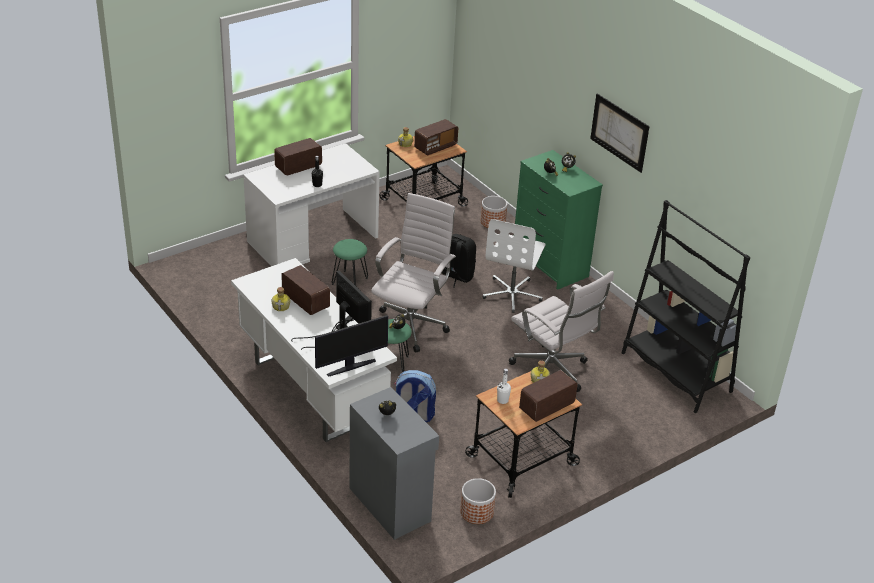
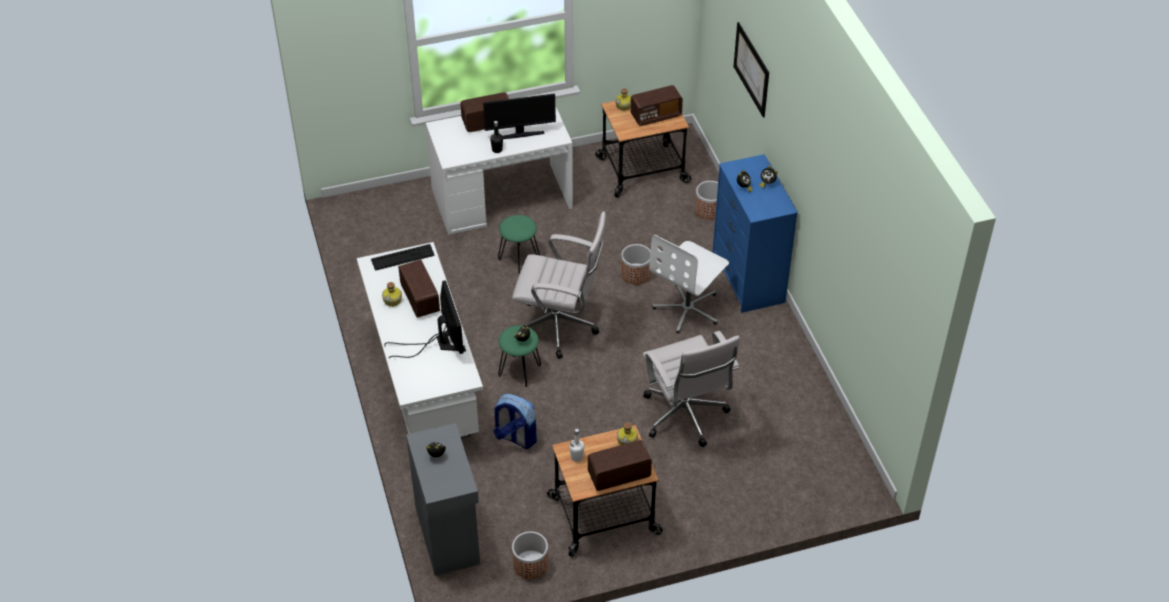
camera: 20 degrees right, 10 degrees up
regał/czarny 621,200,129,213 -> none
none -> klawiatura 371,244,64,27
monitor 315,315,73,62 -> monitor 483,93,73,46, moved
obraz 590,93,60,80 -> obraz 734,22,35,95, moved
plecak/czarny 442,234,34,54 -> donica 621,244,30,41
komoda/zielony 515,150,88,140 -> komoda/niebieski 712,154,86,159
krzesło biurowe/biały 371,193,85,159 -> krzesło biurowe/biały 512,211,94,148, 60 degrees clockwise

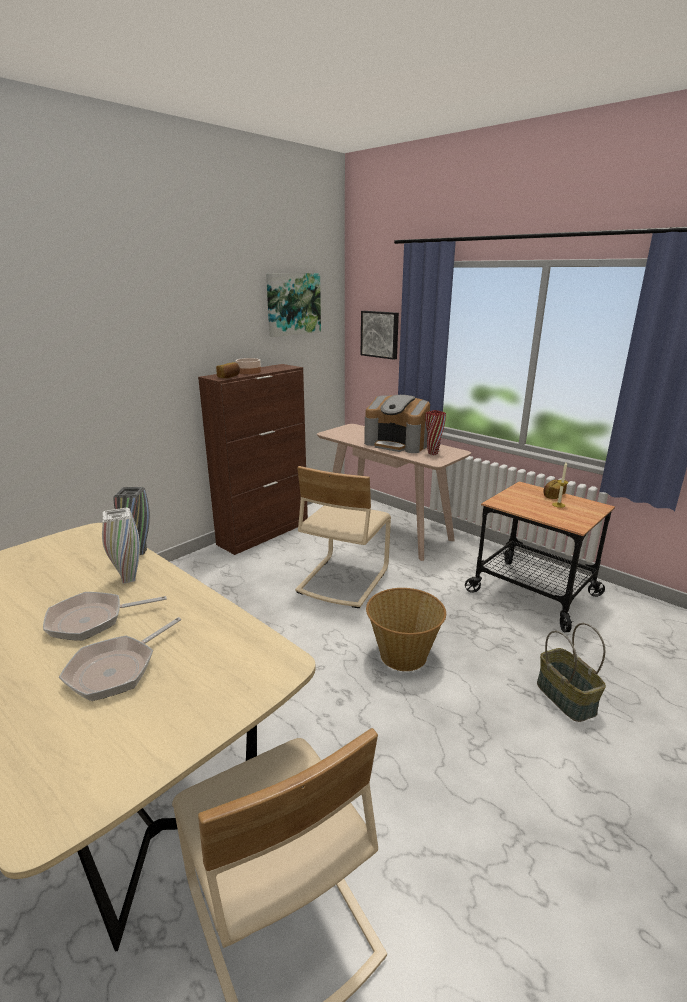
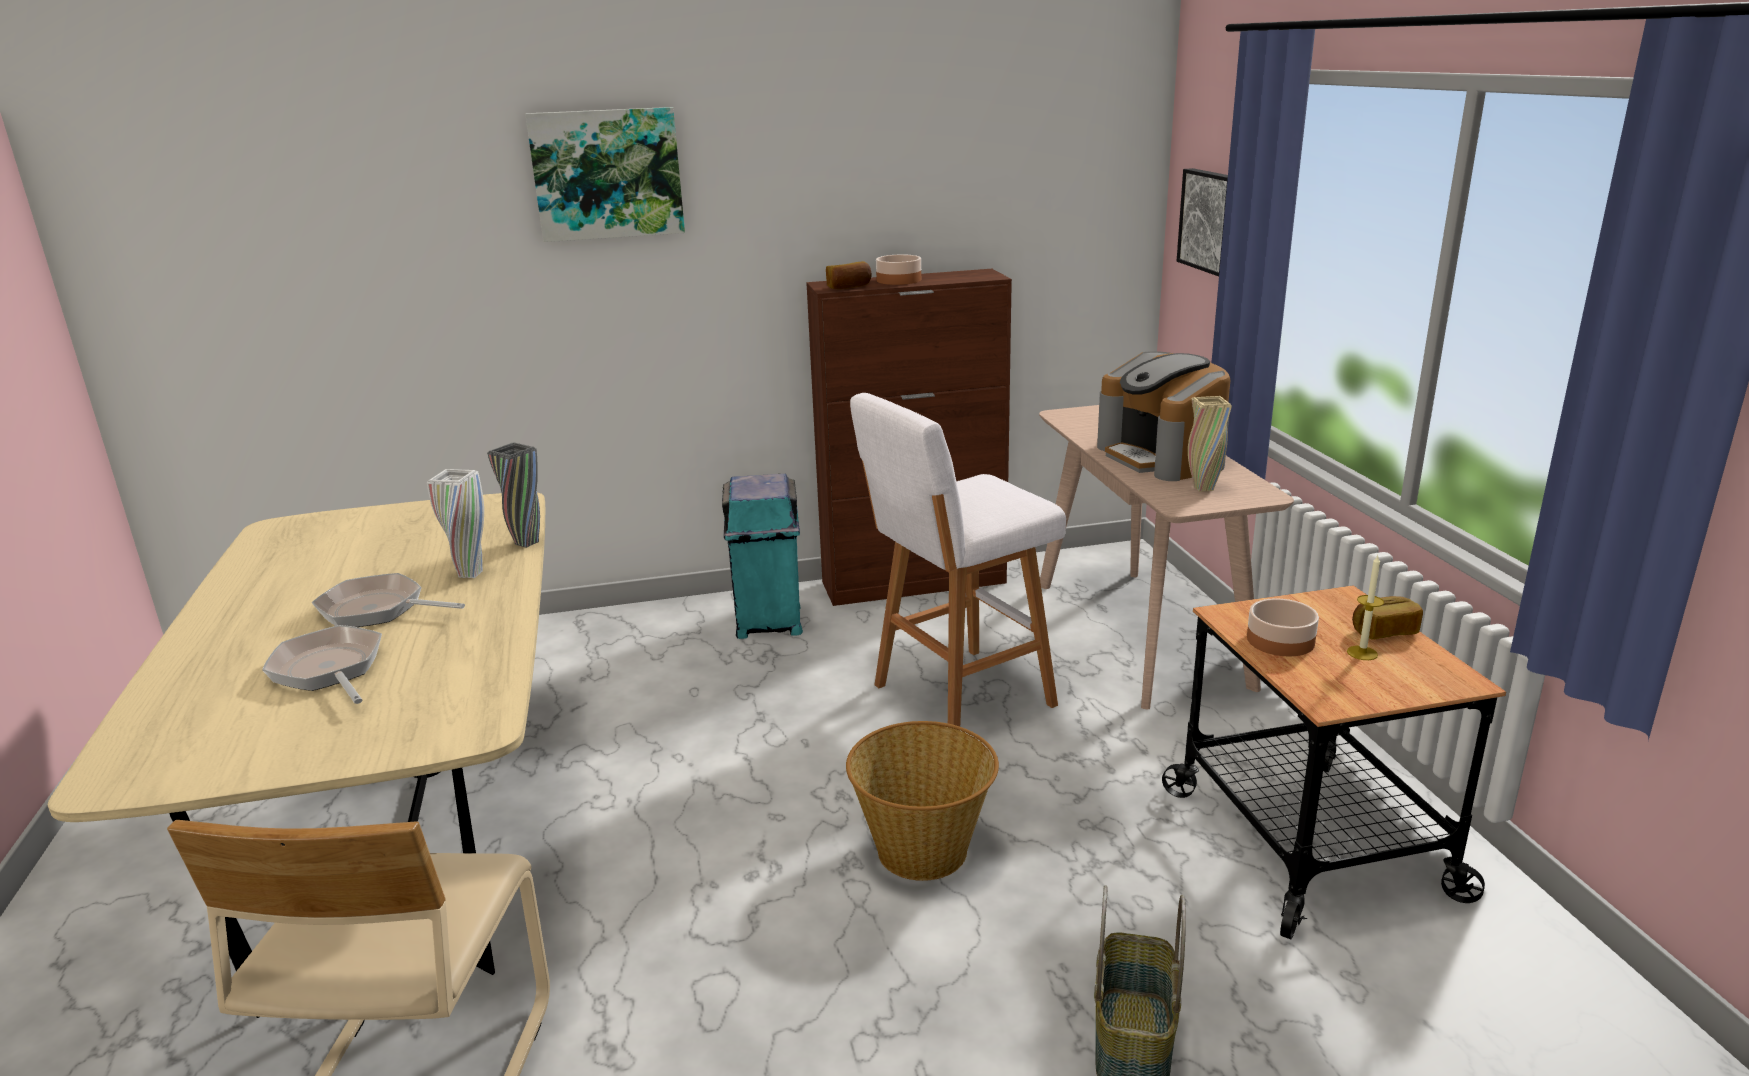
camera: 35 degrees right, 0 degrees up
none -> kosz na śmieci/turkusowy 722,474,81,165
none -> miska 1247,598,72,59
obraz 266,273,55,64 -> obraz 525,107,160,135, moved
krzesło/beżowy 295,466,96,142 -> stołek/biały 850,393,216,338
wazon/czerwony 425,410,21,45 -> wazon/beżowy 1188,396,44,96
patelnia 59,617,122,84 -> patelnia 262,625,120,79, 75 degrees clockwise

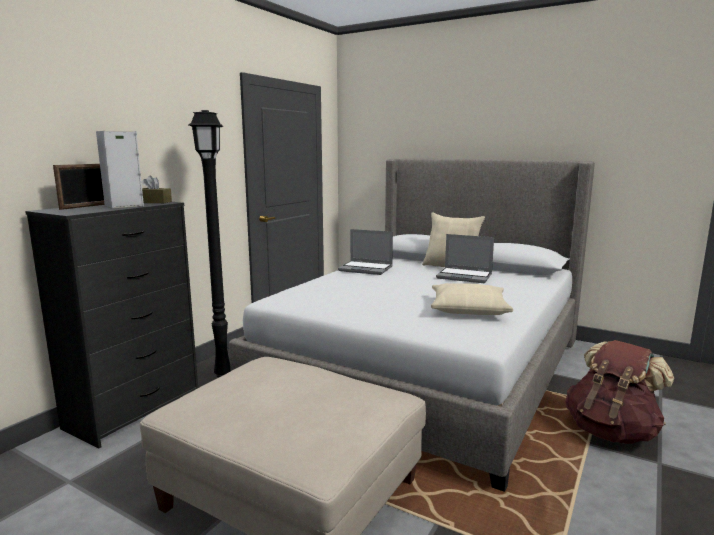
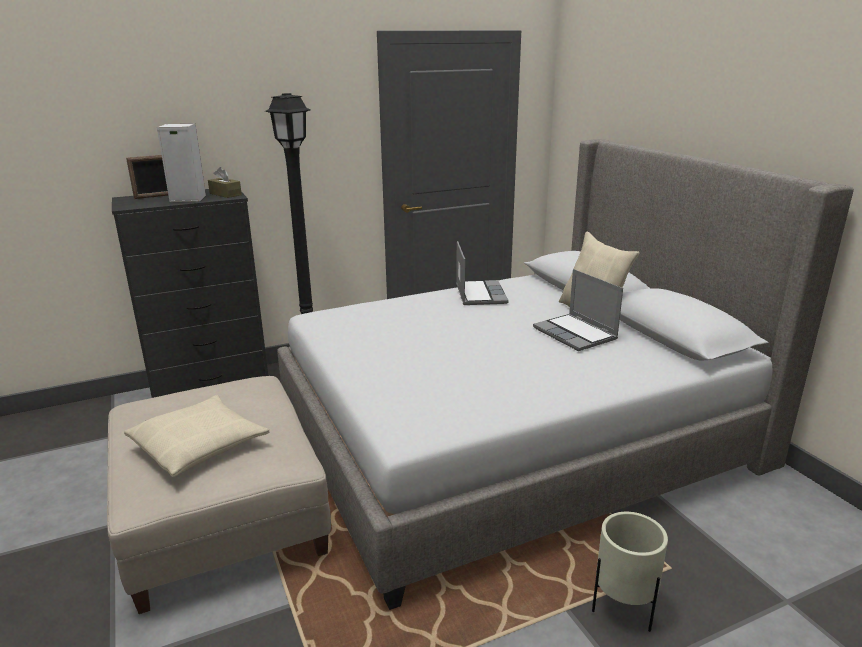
camera: 35 degrees right, 10 degrees up
poduszka/beżowy 431,283,82,32 -> poduszka/beżowy 124,395,145,82, moved
plecak/brązowy 566,340,108,104 -> donica/beżowy 592,512,76,120
laptop 338,229,55,46 -> laptop 456,241,53,64, 150 degrees counterclockwise

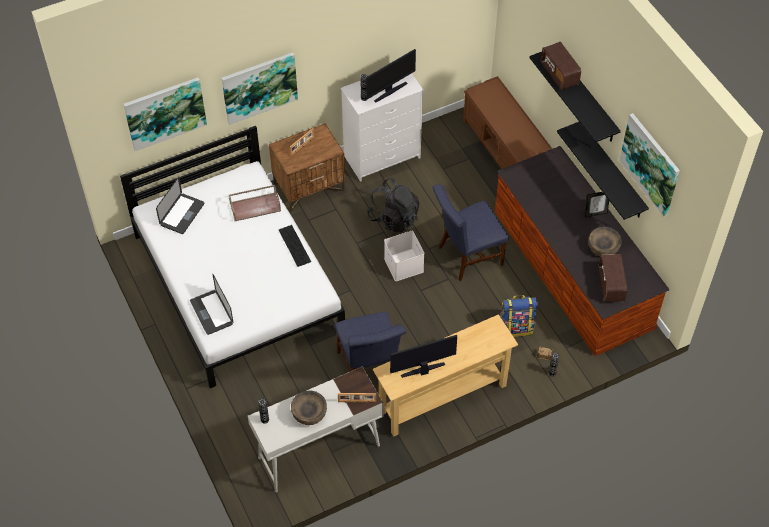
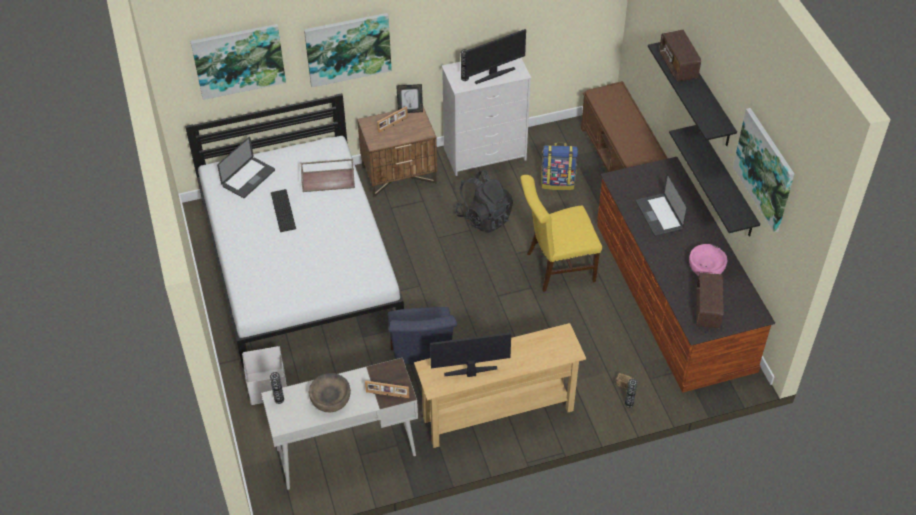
camera: 10 degrees right, 5 degrees down
laptop 190,274,43,61 -> laptop 636,173,52,63, moved
klawiatura 279,225,32,42 -> klawiatura 271,189,25,43, moved
pojemnik do przechowywania/biały 384,231,40,50 -> pojemnik do przechowywania/biały 242,346,45,59, moved
plecak 500,295,38,42 -> plecak 541,143,37,47, moved
ramka na zdjęcie 585,192,24,26 -> ramka na zdjęcie 396,84,27,29, moved
krzesło/niebieski 432,184,77,97 -> krzesło/żółty 520,175,82,117
miska/brązowy 589,226,33,31 -> miska/różowy 689,244,38,32

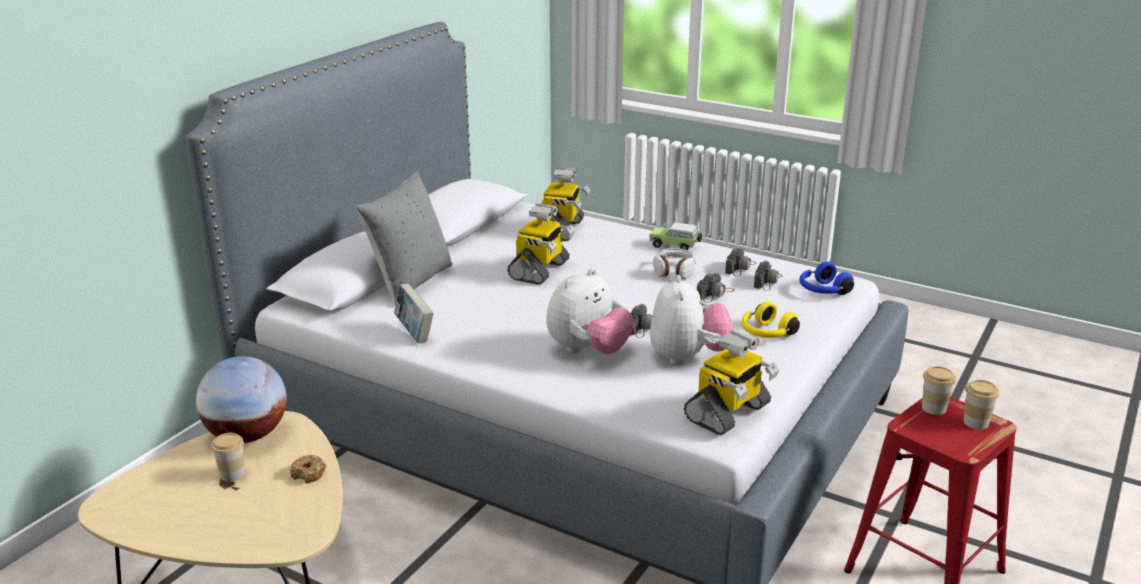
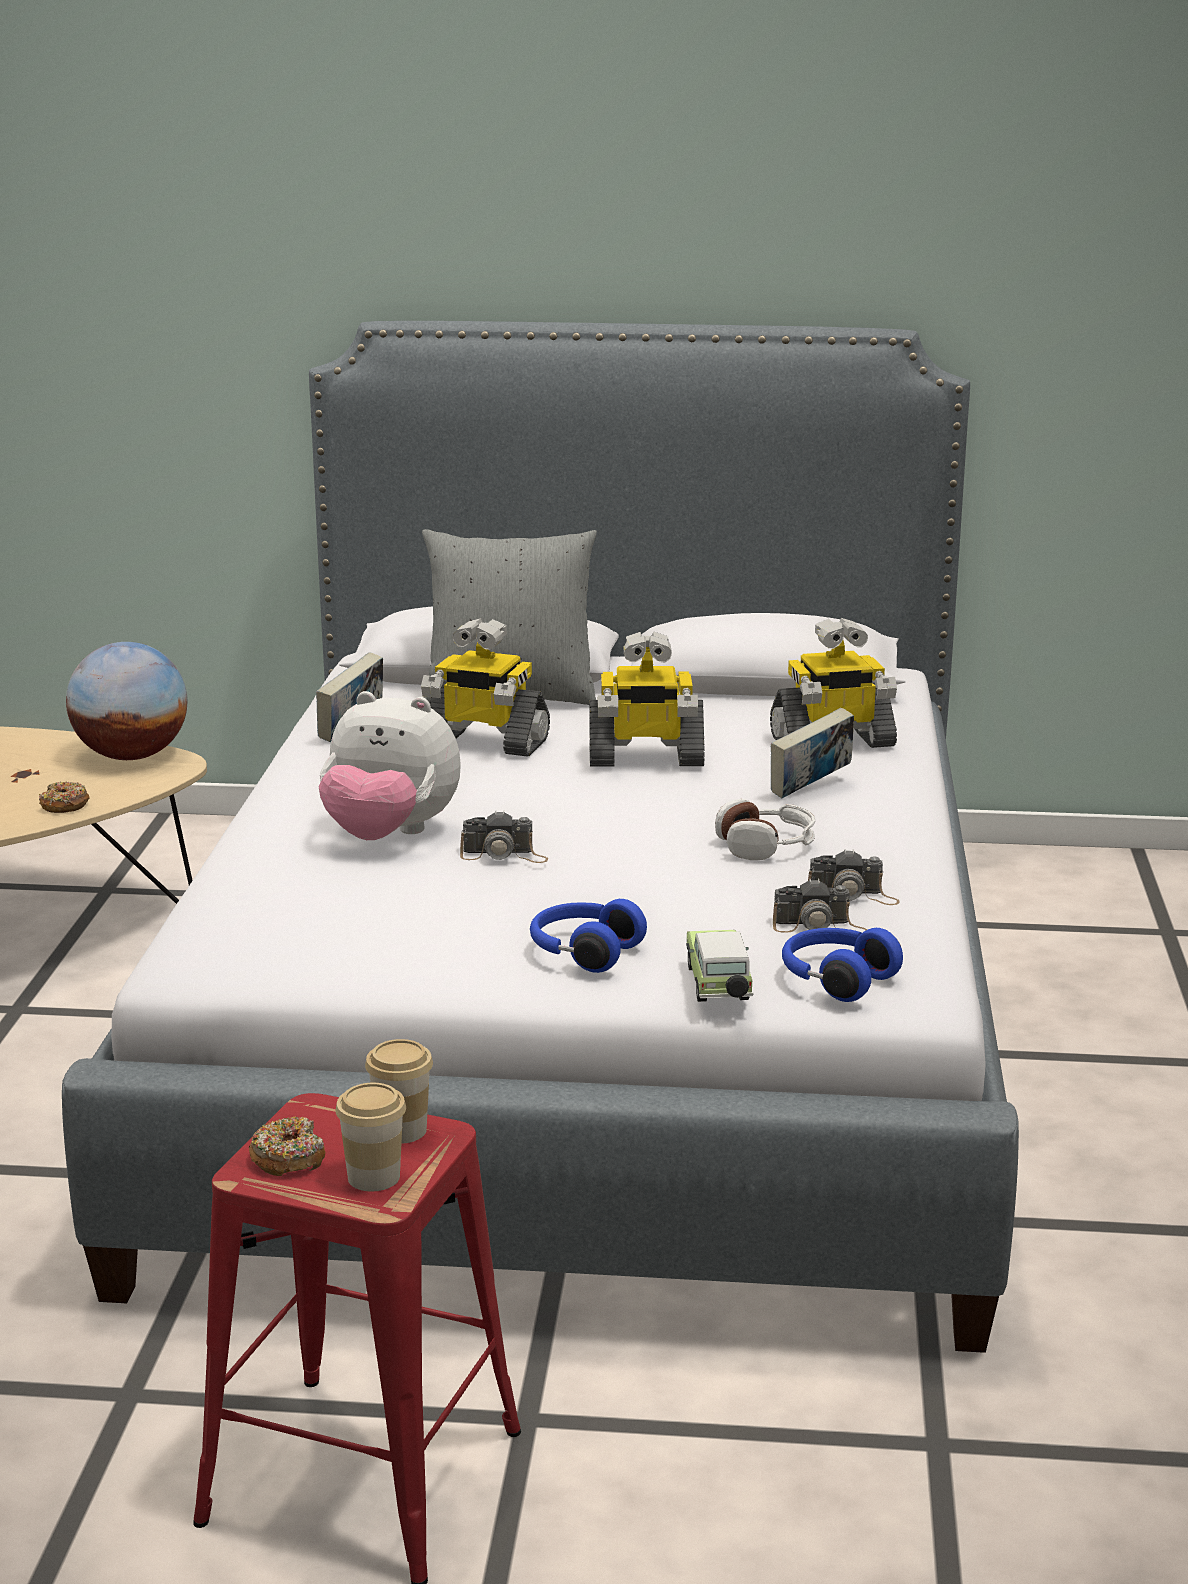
camera: 65 degrees right, 5 degrees down
filiżanka 211,433,34,49 -> none
pluszak 650,275,83,90 -> none
aparat fotograficzny 697,273,37,30 -> none
none -> donut 249,1117,76,59
none -> książka 771,708,83,90
samochodzik 649,222,53,28 -> samochodzik 686,930,68,72, moved
robot zabawkowy 684,330,96,105 -> robot zabawkowy 421,618,129,139, moved
słuchawki/żółty 741,301,59,37 -> słuchawki/niebieski 530,899,117,74

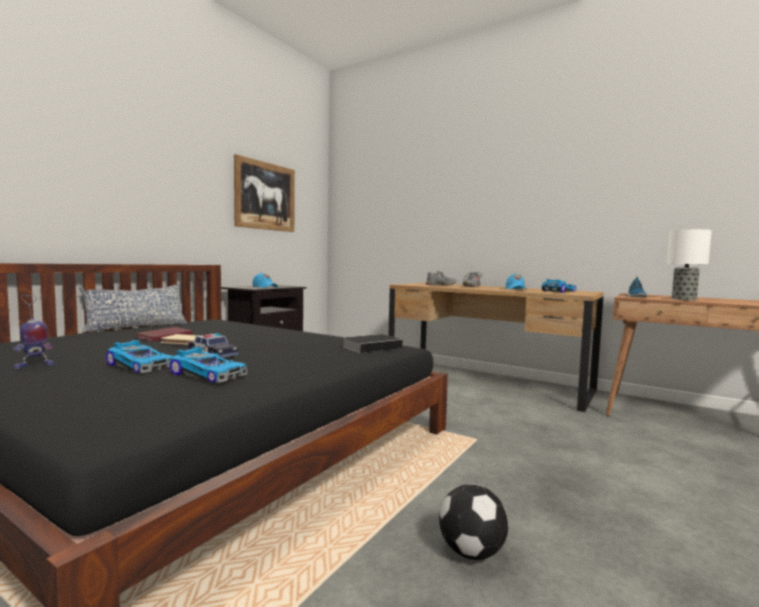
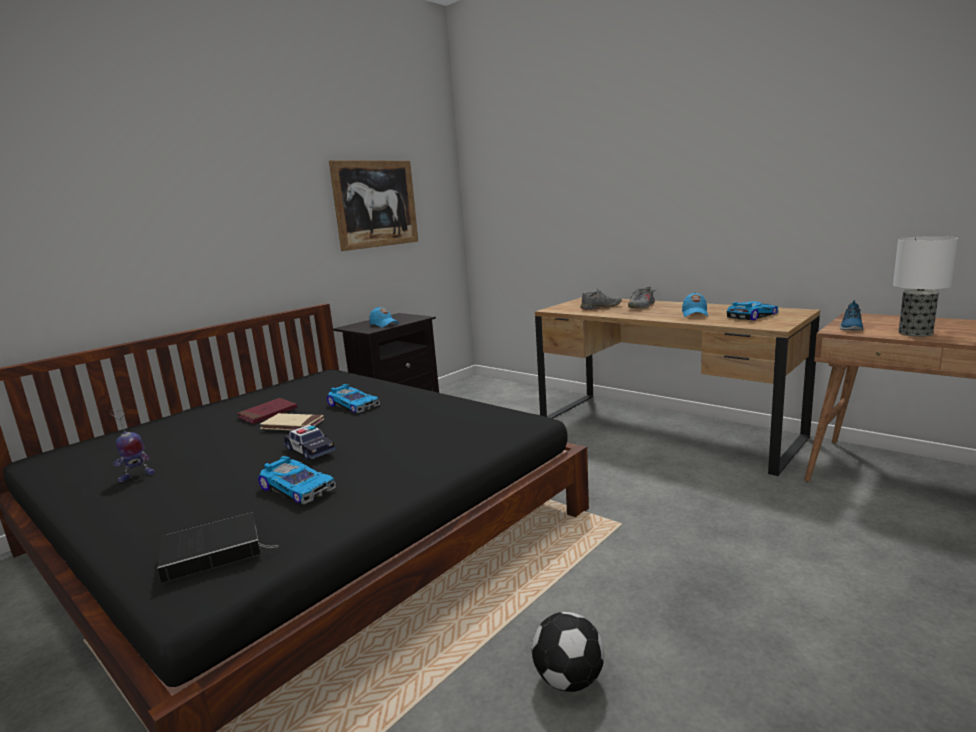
camera: 10 degrees right, 10 degrees up
poduszka 79,284,108,49 -> none
samochodzik 106,340,67,33 -> samochodzik 327,384,53,29, moved
książka 343,334,65,19 -> książka 157,513,121,70, moved

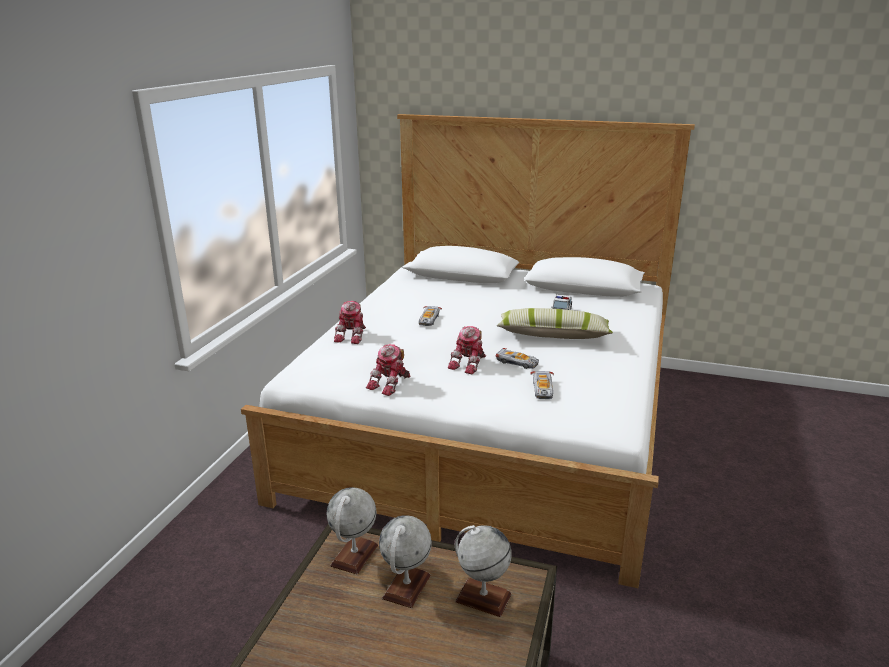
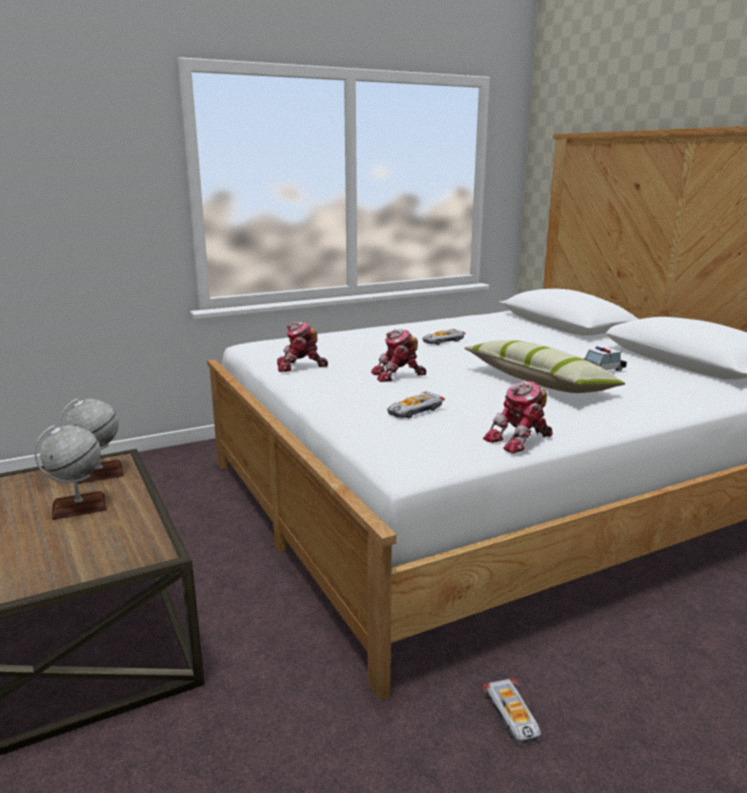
camera: 45 degrees right, 5 degrees down
globus 455,525,57,92 -> none
robot zabawkowy 334,301,32,43 -> robot zabawkowy 483,381,70,73, moved
samochodzik 495,348,44,21 -> samochodzik 483,679,58,65, moved

